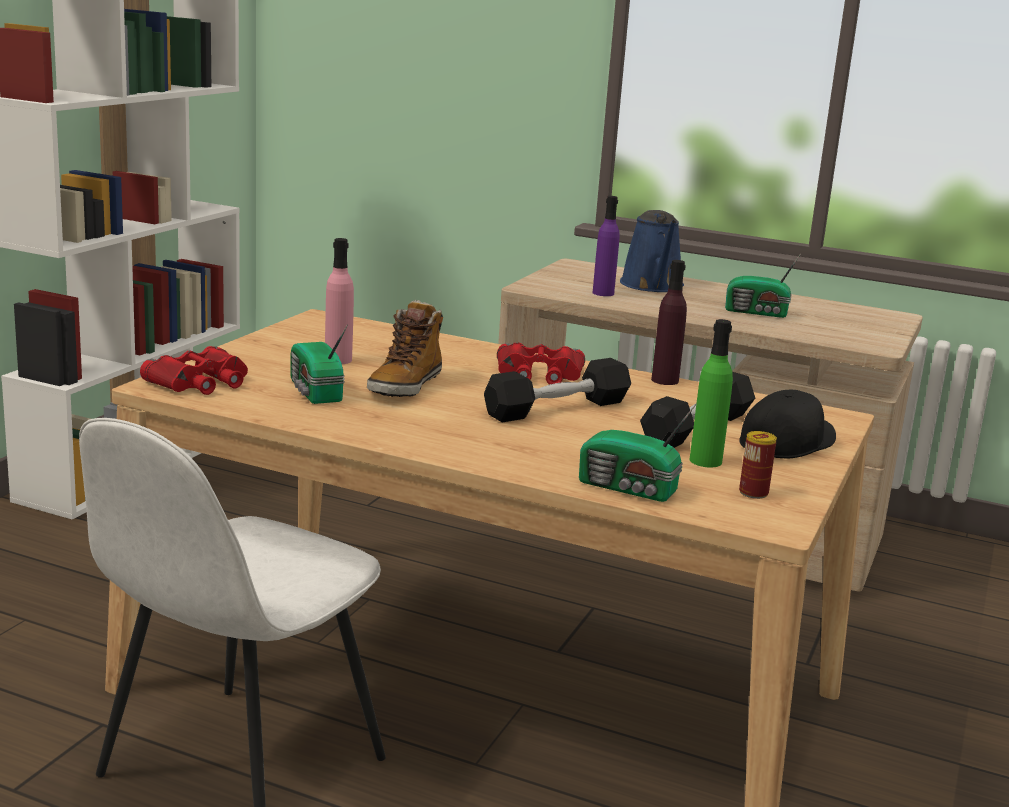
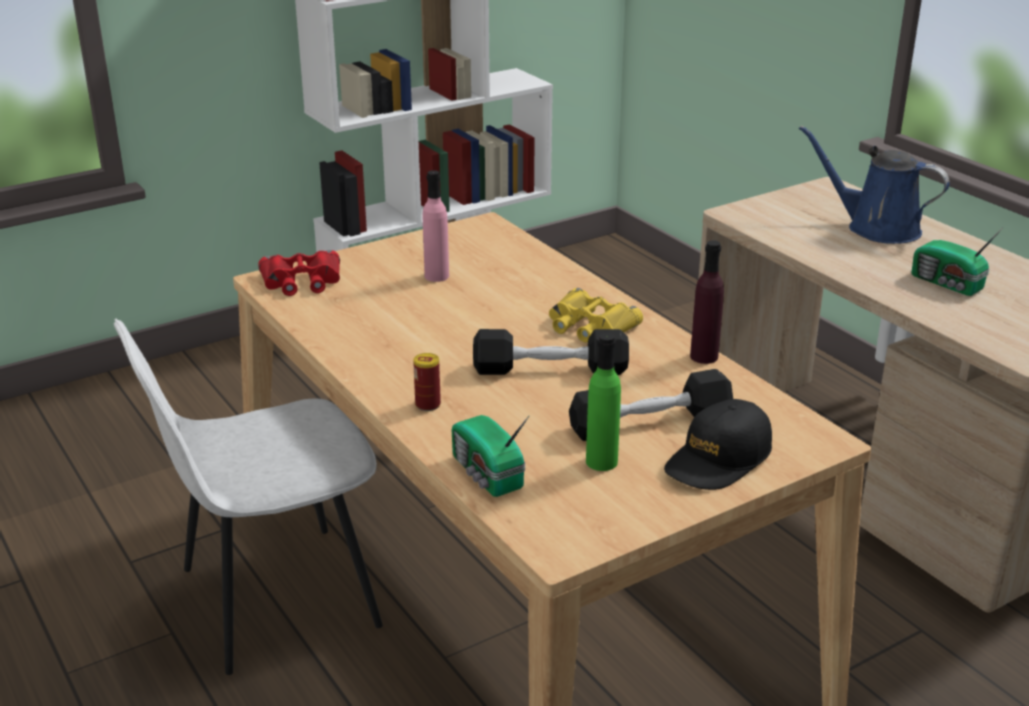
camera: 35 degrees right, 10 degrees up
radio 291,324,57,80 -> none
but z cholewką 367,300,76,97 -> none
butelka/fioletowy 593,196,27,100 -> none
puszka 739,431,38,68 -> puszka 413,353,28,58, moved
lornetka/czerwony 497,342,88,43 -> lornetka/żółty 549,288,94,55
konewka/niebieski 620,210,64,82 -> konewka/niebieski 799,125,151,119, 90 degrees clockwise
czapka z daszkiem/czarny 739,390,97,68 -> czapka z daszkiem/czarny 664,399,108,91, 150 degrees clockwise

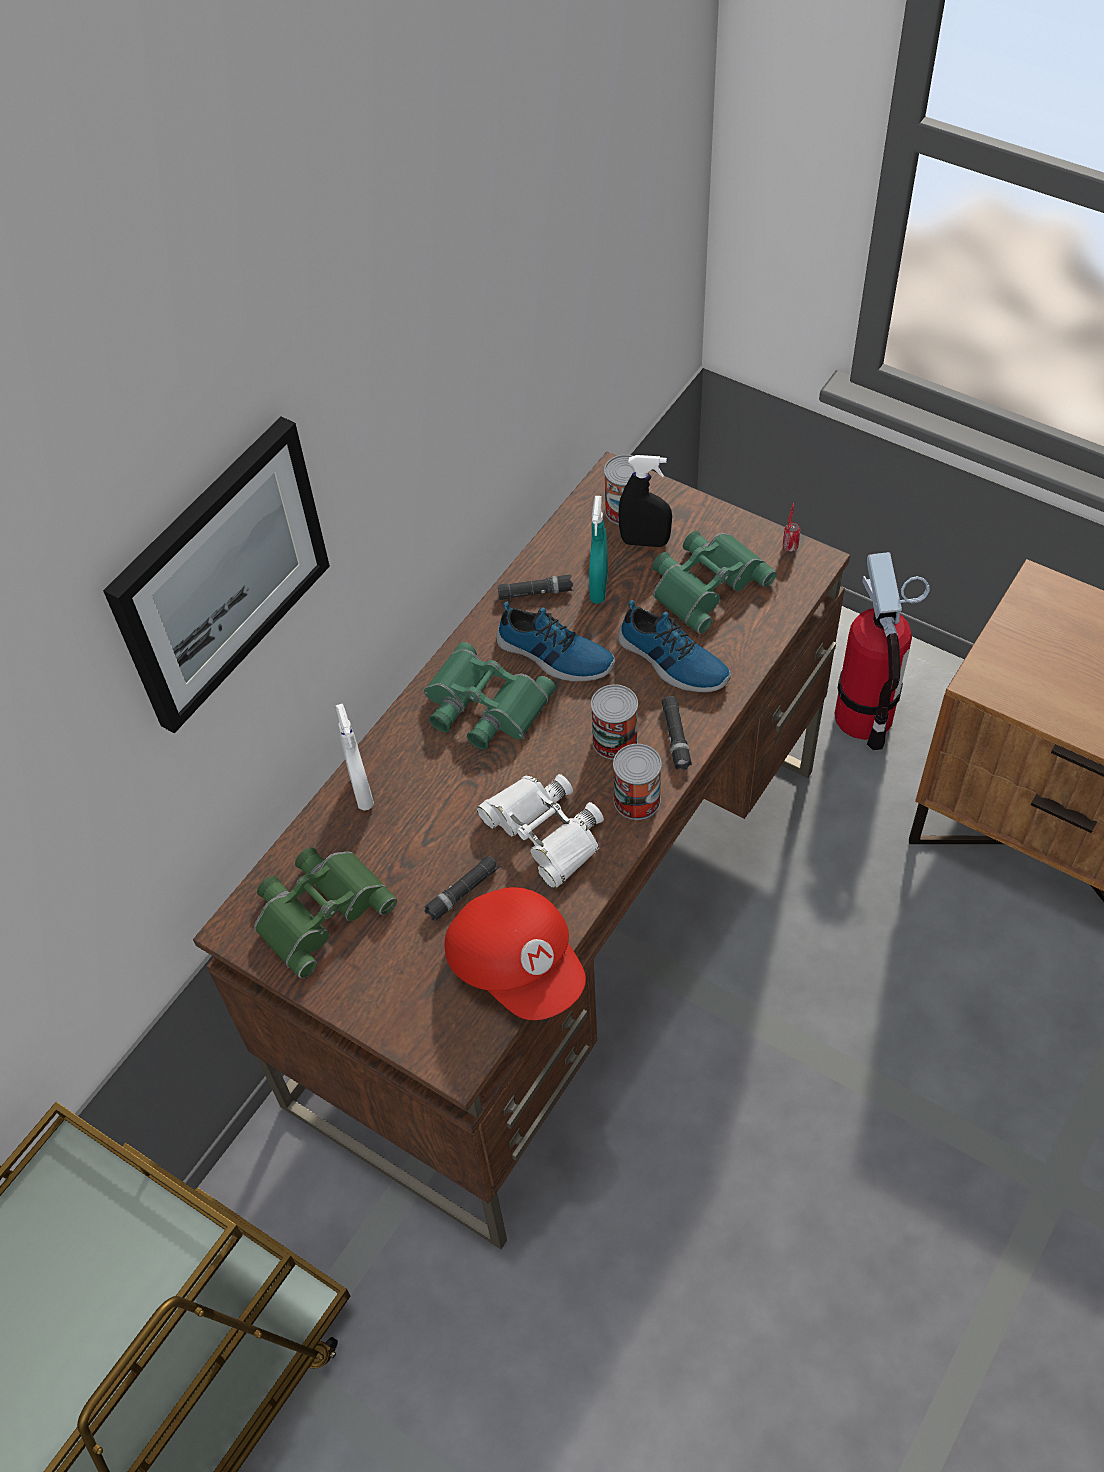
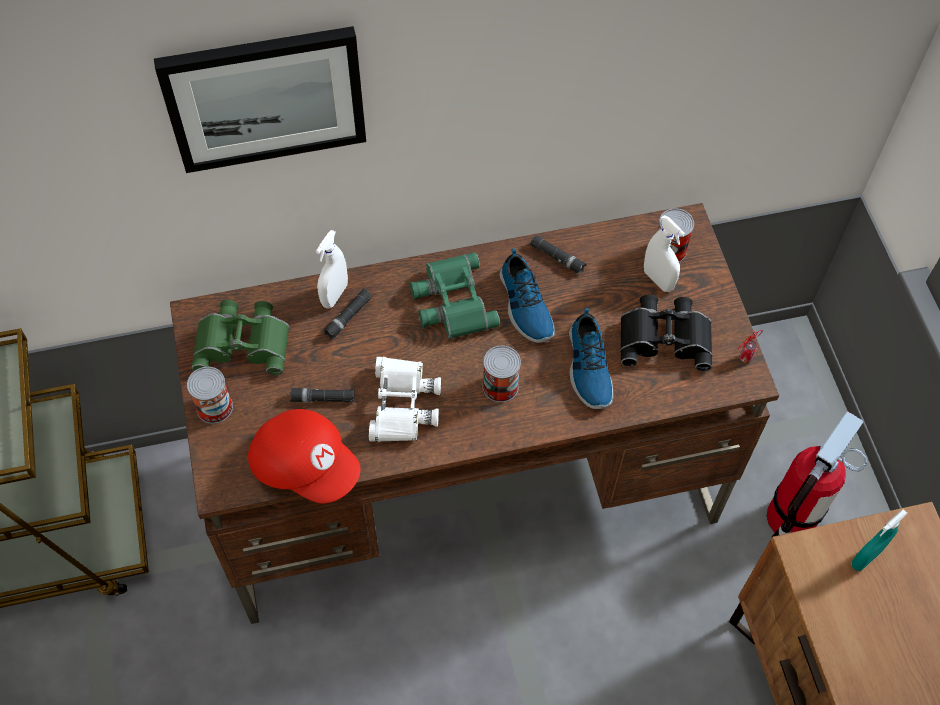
camera: 40 degrees right, 5 degrees up
spryskiwacz/turkusowy 589,496,19,108 -> spryskiwacz/turkusowy 852,509,55,62, moved
puszka 613,744,49,76 -> puszka 187,367,46,57, moved
latarka/czarny 662,696,30,74 -> latarka/czarny 324,289,48,50, moved
spryskiwacz/czarny 618,455,54,92 -> spryskiwacz/biały 644,215,41,77
lornetka/zielony 652,531,125,103 -> lornetka/czarny 620,295,92,76
czapka z daszkiem/czerwony 445,887,141,133 -> czapka z daszkiem/czerwony 248,409,113,94, 60 degrees counterclockwise

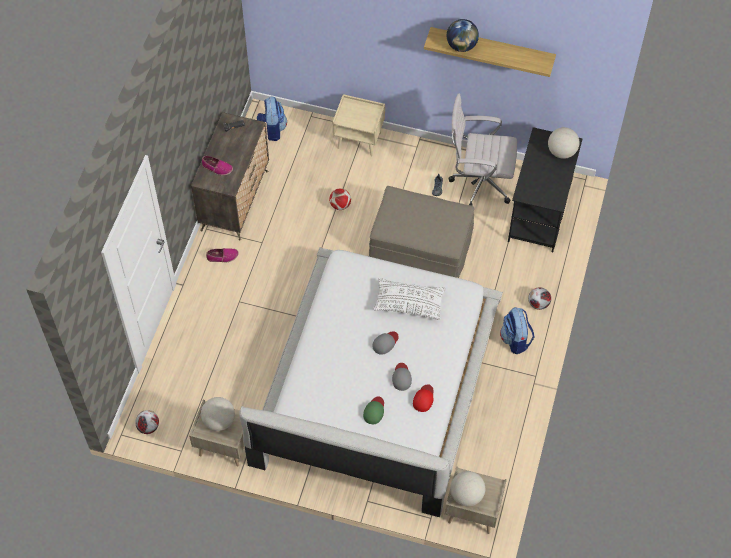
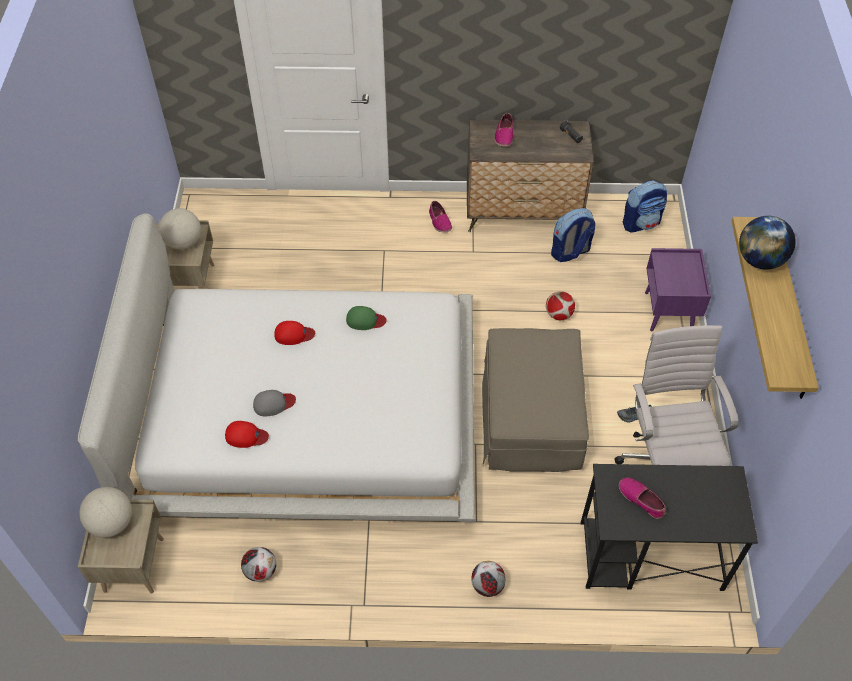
camera: 75 degrees right, 5 degrees down
poduszka/biały 373,278,73,42 -> none
czapka z daszkiem/szary 373,331,26,24 -> none
globus 548,127,31,32 -> none
none -> czapka z daszkiem/czerwony 274,321,41,24
none -> but 619,478,47,41
piłka futbolowa 135,410,24,24 -> piłka futbolowa 241,547,35,35, moved
czapka z daszkiem/zielony 363,396,21,28 -> czapka z daszkiem/zielony 346,306,41,24, moved
plecak 500,307,34,47 -> plecak 551,208,45,54, moved
szafka nocna/beżowy 333,94,52,62 -> szafka nocna/fioletowy 645,248,66,83

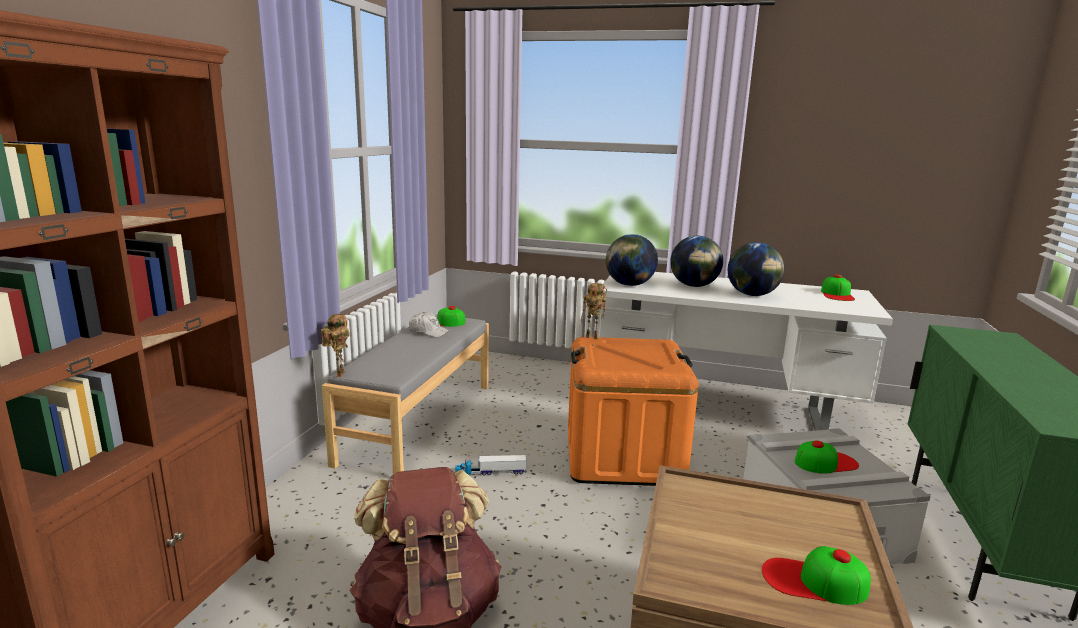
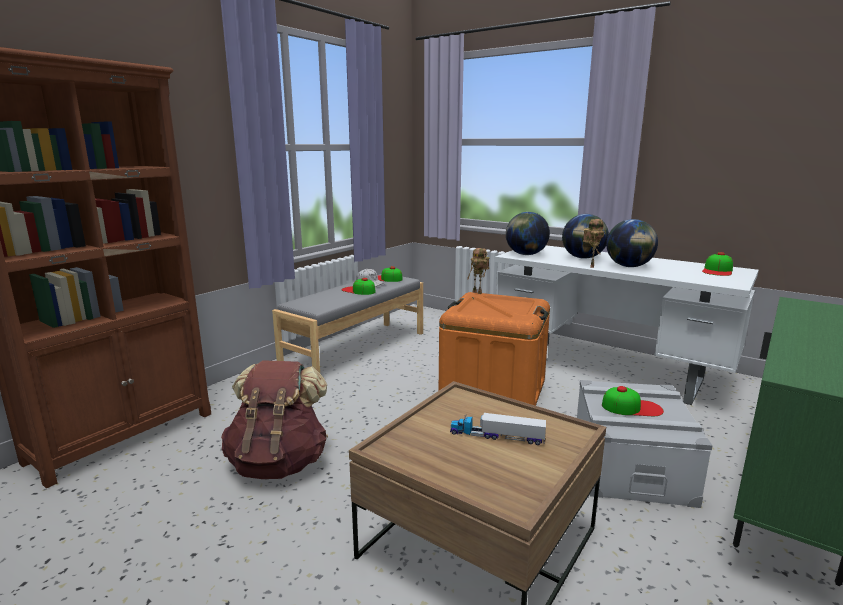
camera: 20 degrees right, 0 degrees up
robot zabawkowy 321,314,29,63 -> robot zabawkowy 583,219,21,49, moved
ciężarówka zabawkowa 455,455,71,20 -> ciężarówka zabawkowa 450,413,96,32, moved
czapka z daszkiem 762,546,109,59 -> czapka z daszkiem 342,278,34,17, moved

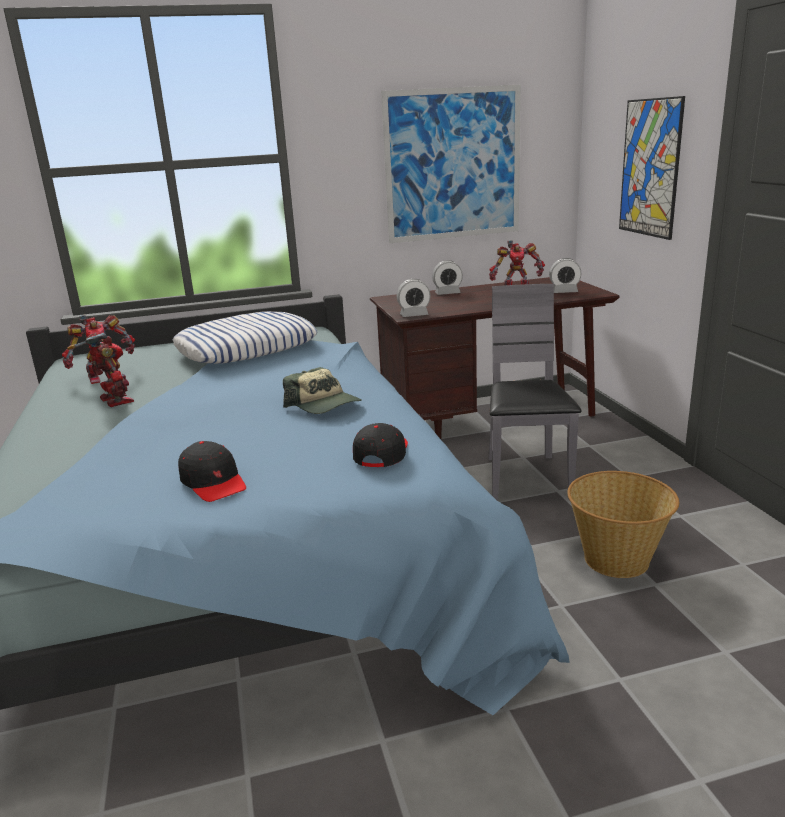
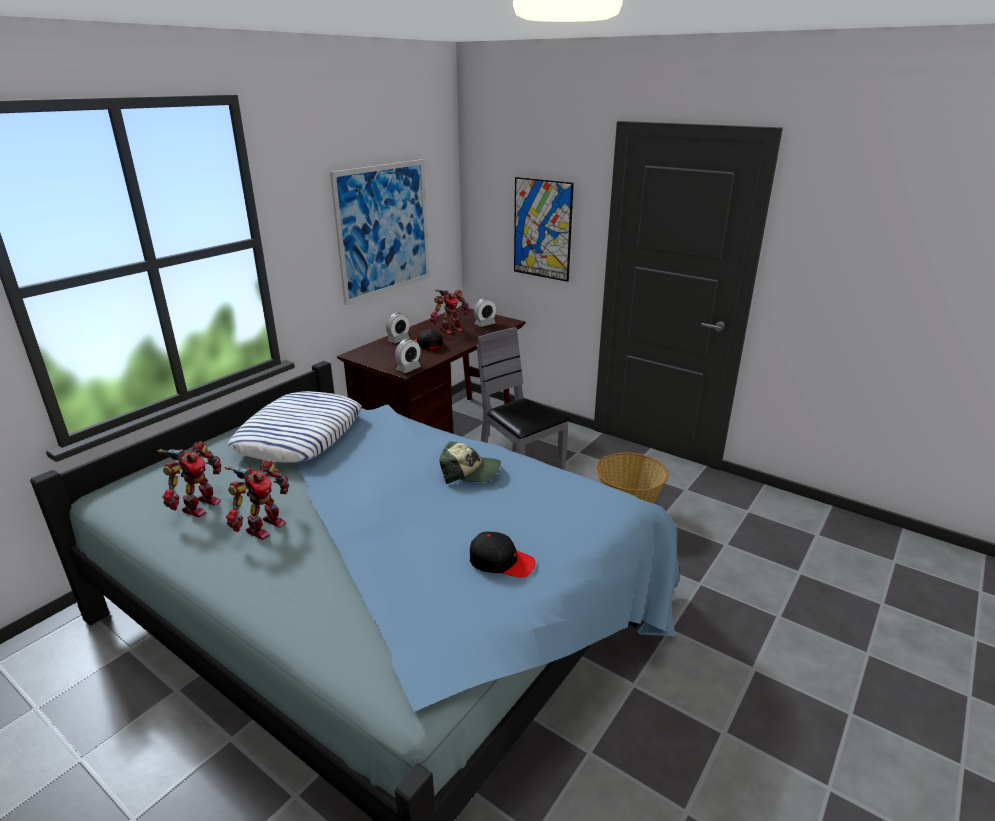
camera: 40 degrees left, 5 degrees up
czapka z daszkiem/czarny 353,423,55,44 -> czapka z daszkiem/czarny 415,329,28,20, moved
robot zabawkowy 67,333,67,74 -> robot zabawkowy 224,460,65,80, 105 degrees clockwise

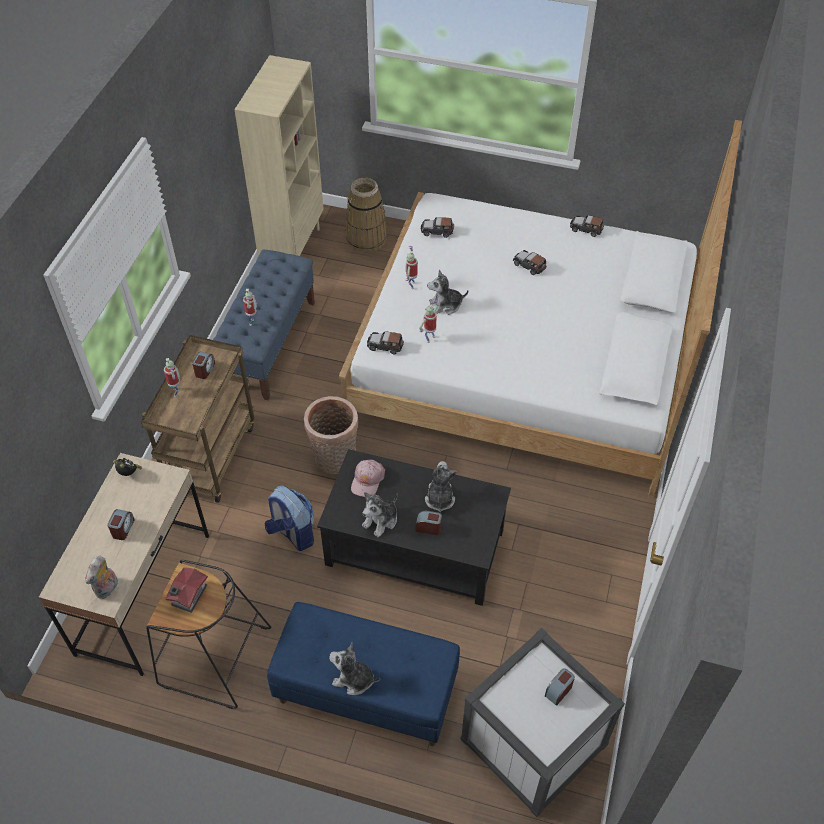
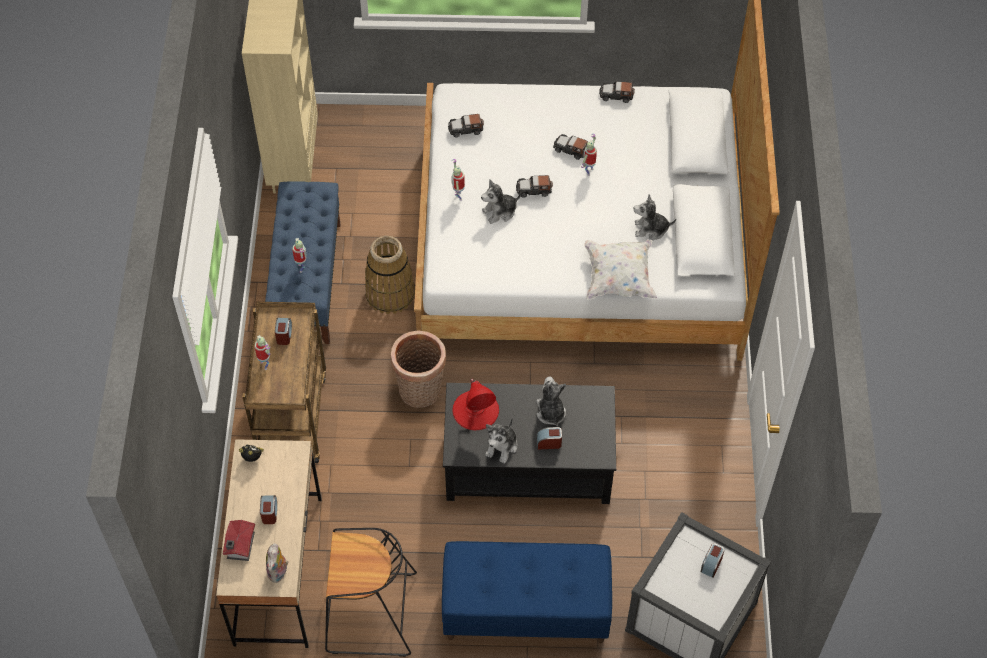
camera: 15 degrees left, 5 degrees up
plecak 264,485,50,66 -> none
none -> poduszka/biały 584,239,73,61
domek 165,567,43,46 -> domek 223,520,32,41, moved
pluszak 329,642,51,53 -> pluszak 634,194,42,46, moved
koszyk 346,178,41,74 -> koszyk 365,236,50,78, moved
samochodzik 367,331,37,23 -> samochodzik 516,175,37,23, moved
robot zabawkowy 419,300,20,43 -> robot zabawkowy 581,134,16,42, moved
czapka z daszkiem/różowy 351,460,34,37 -> lampa stołowa/czerwony 452,379,47,51

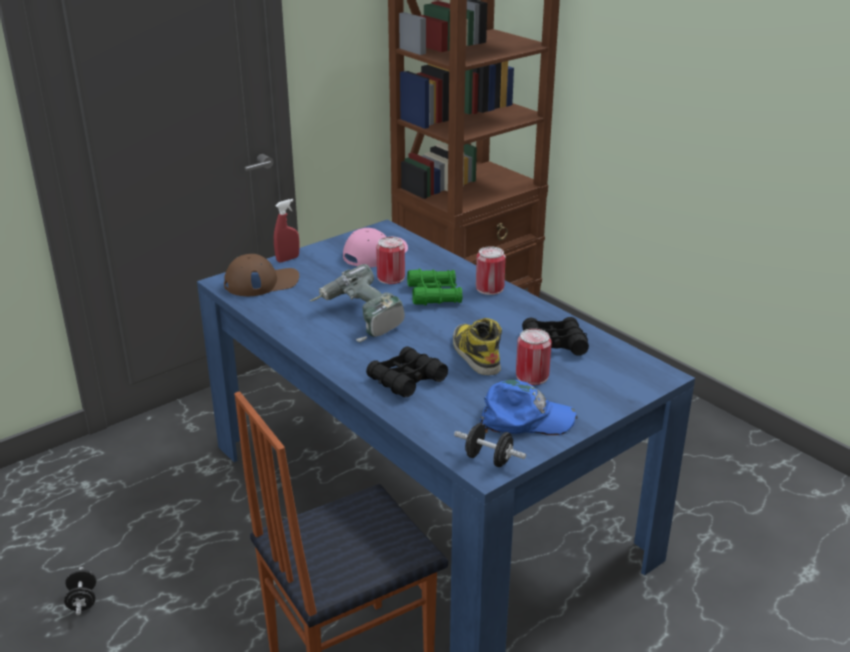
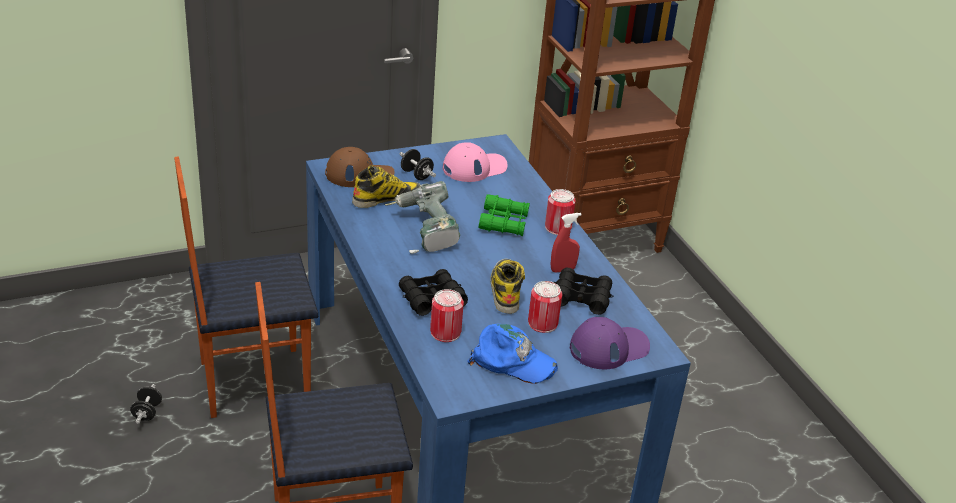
camera: 15 degrees right, 5 degrees up
none -> krzesło 174,156,144,262
none -> but z cholewką 352,165,69,43
none -> czapka z daszkiem/fioletowy 570,317,80,52
spryskiwacz/czerwony 274,199,26,63 -> spryskiwacz/czerwony 551,213,31,60, moved
puszka 376,237,29,47 -> puszka 430,289,34,53, moved
hantel/czarny 454,423,72,44 -> hantel/czarny 400,149,36,31, moved

